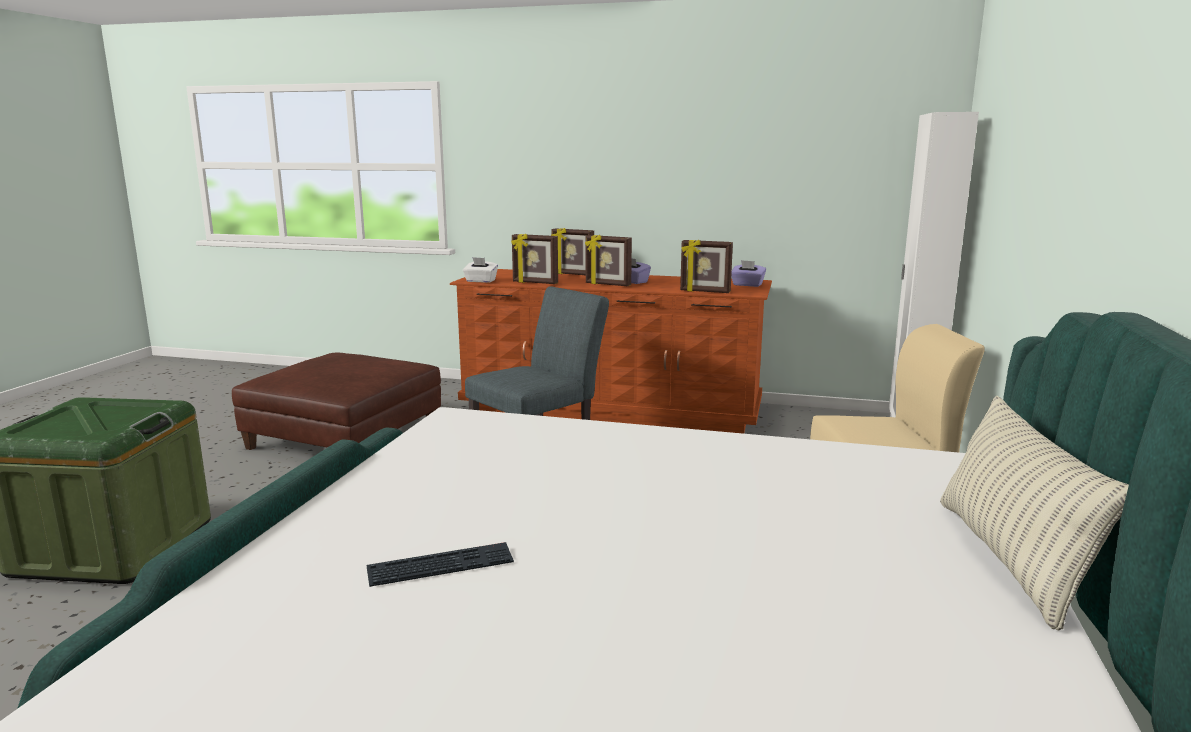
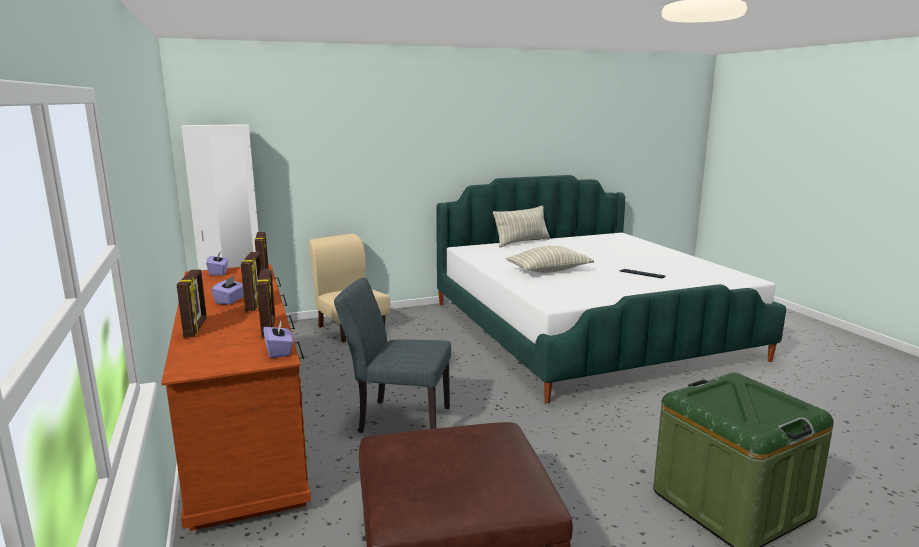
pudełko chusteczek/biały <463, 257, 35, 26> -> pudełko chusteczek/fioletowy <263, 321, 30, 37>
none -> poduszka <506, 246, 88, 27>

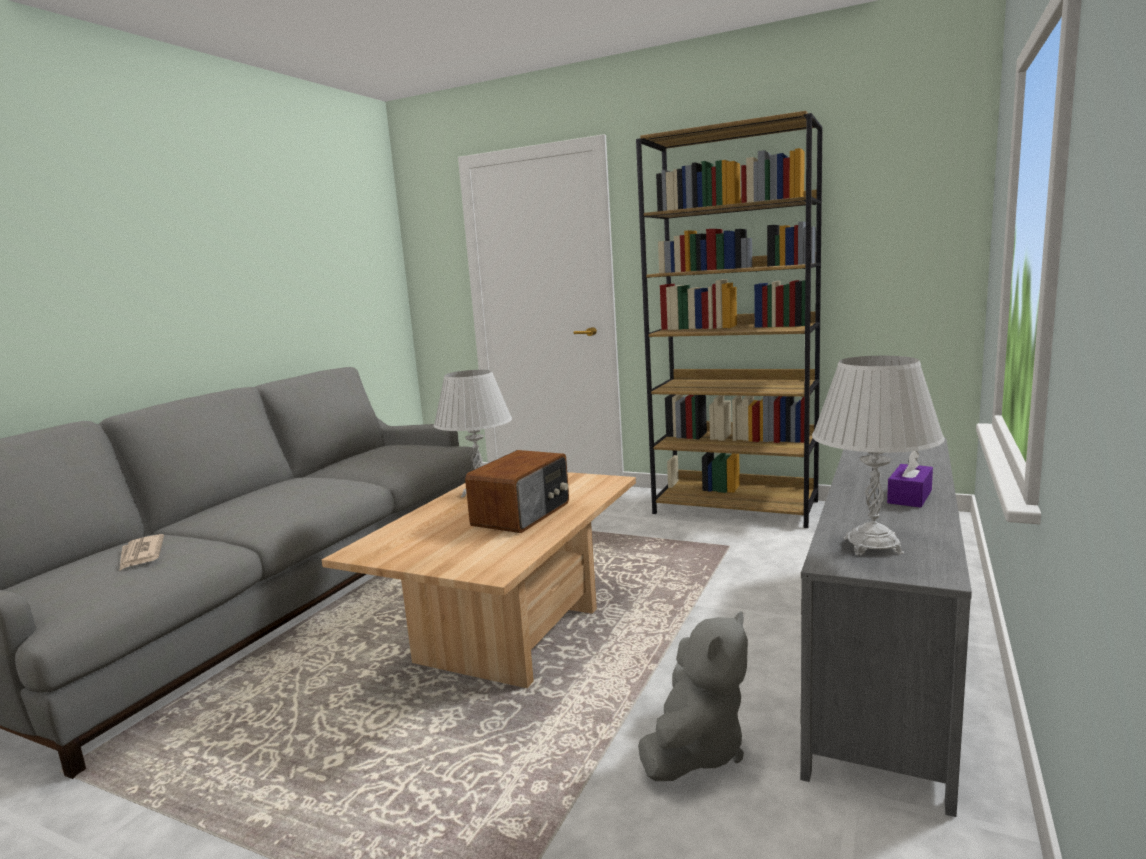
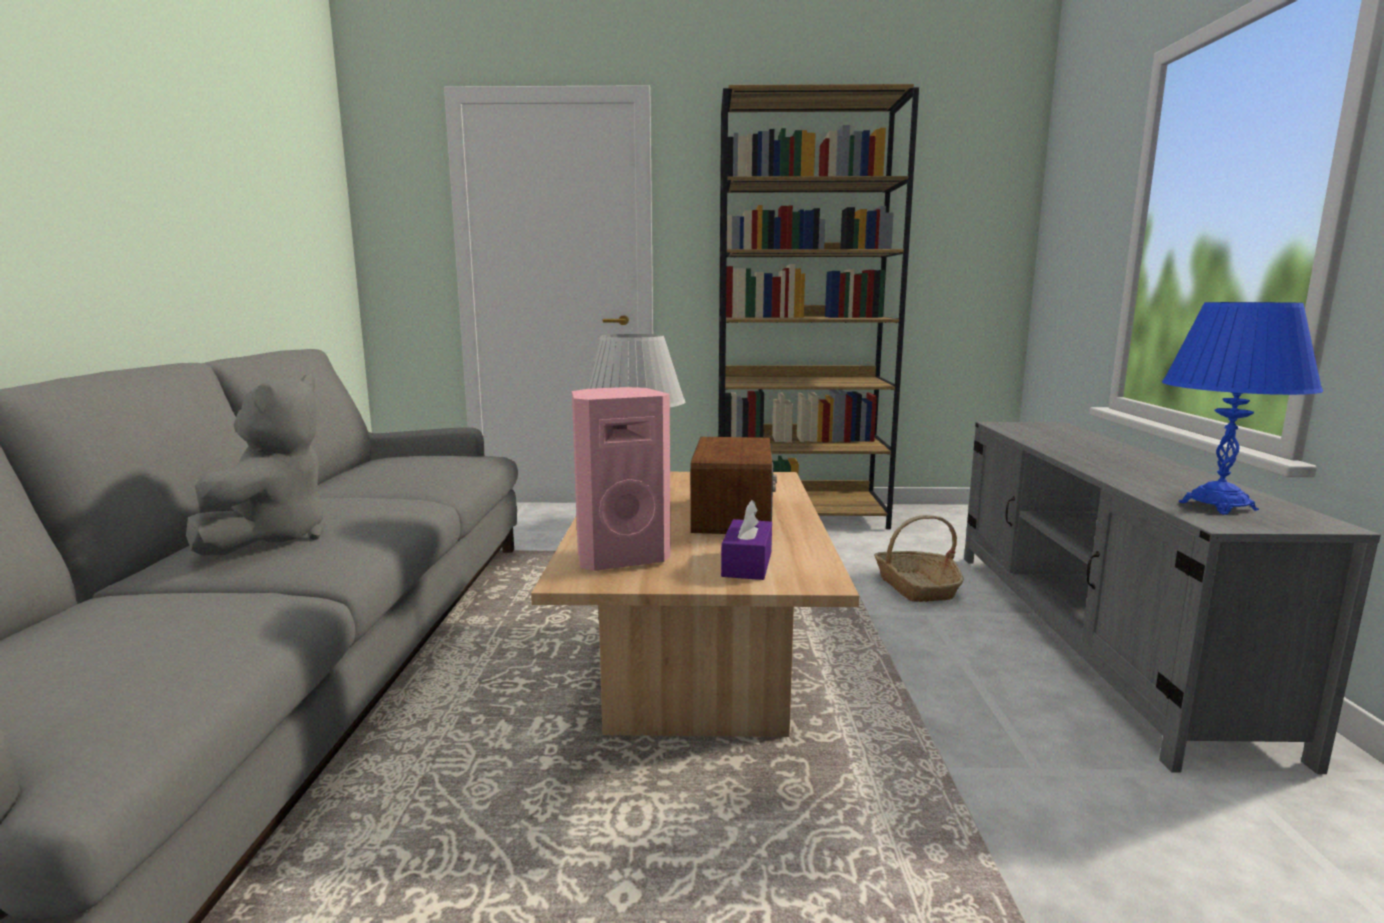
gazeta <120, 534, 44, 36> -> none
pluszak/szary <638, 611, 110, 170> -> pluszak/szary <186, 374, 138, 181>, relocated
lampa stołowa/biały <812, 356, 133, 199> -> lampa stołowa/niebieski <1162, 302, 161, 213>
pudełko chusteczek/fioletowy <887, 451, 46, 57> -> pudełko chusteczek/fioletowy <721, 500, 51, 80>, relocated
none -> głośnik/różowy <572, 387, 99, 184>
none -> koszyk <874, 515, 90, 87>

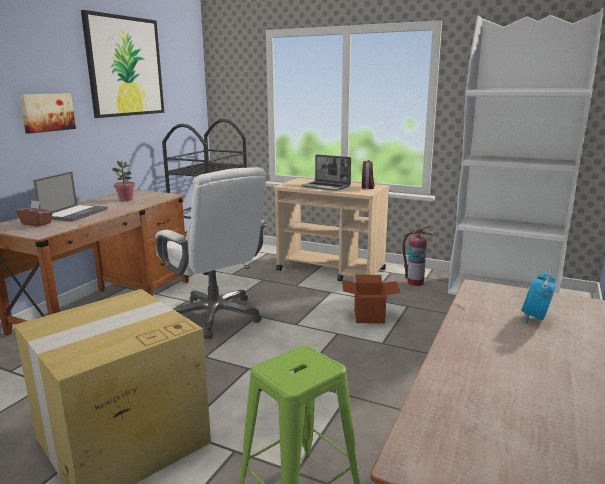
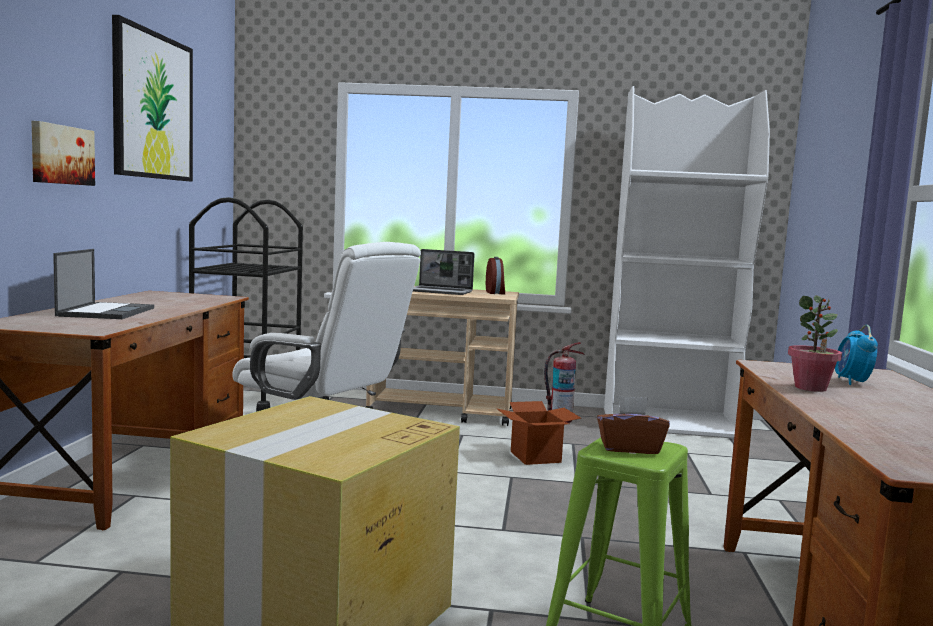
pudełko chusteczek/brązowy <16, 200, 37, 26> -> pudełko chusteczek/brązowy <597, 396, 73, 58>, relocated
roślina doniczkowa <112, 161, 23, 40> -> roślina doniczkowa <788, 295, 54, 97>, relocated

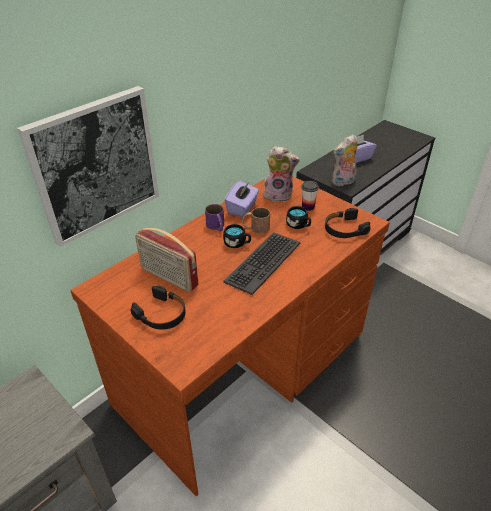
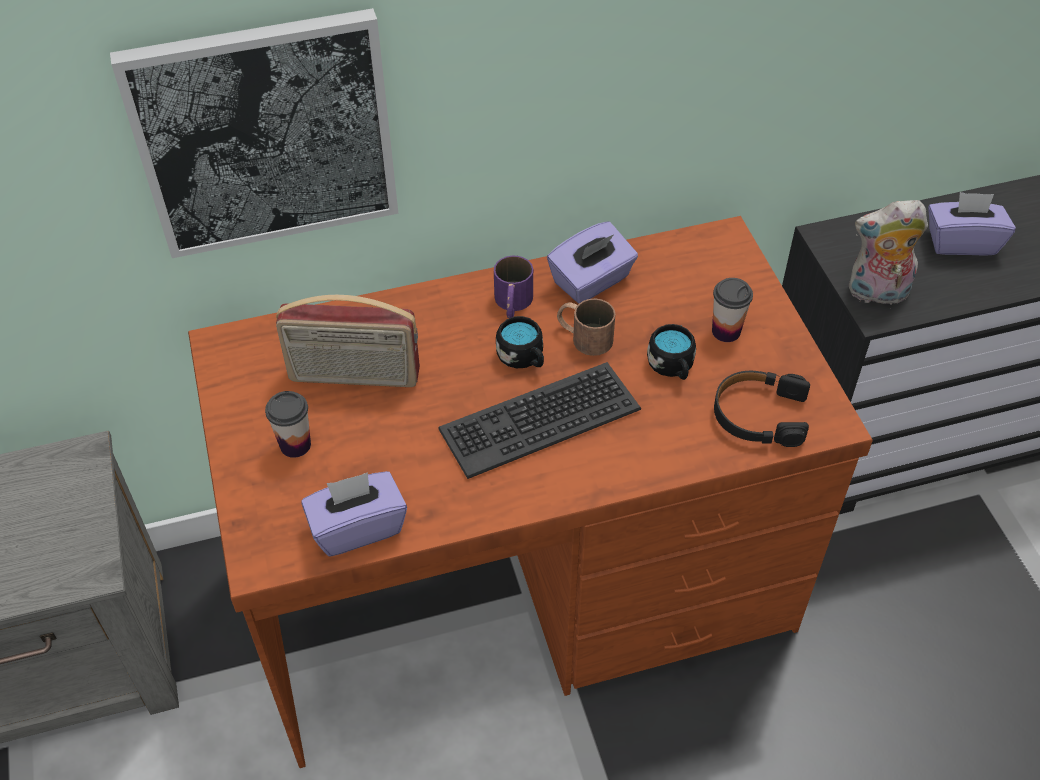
słuchawki/czarny <130, 286, 56, 44> -> filiżanka <265, 391, 46, 67>
radio <135, 228, 63, 64> -> radio <276, 295, 144, 92>, 60 degrees counterclockwise
pluszak <264, 146, 36, 56> -> none
none -> pudełko chusteczek/fioletowy <301, 471, 106, 86>

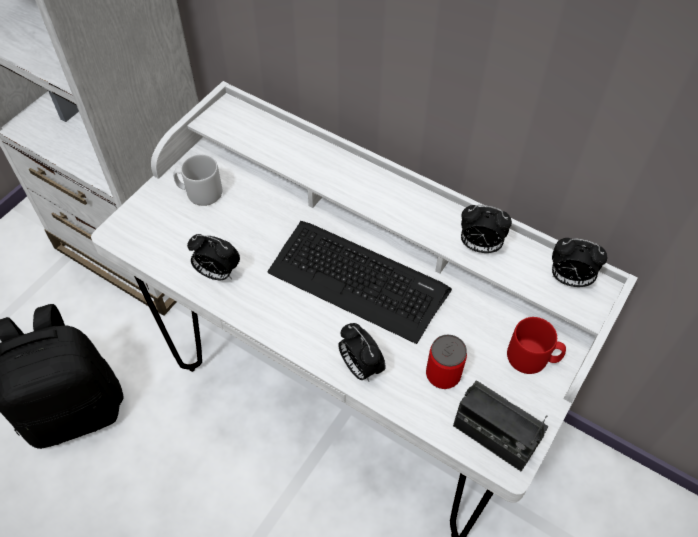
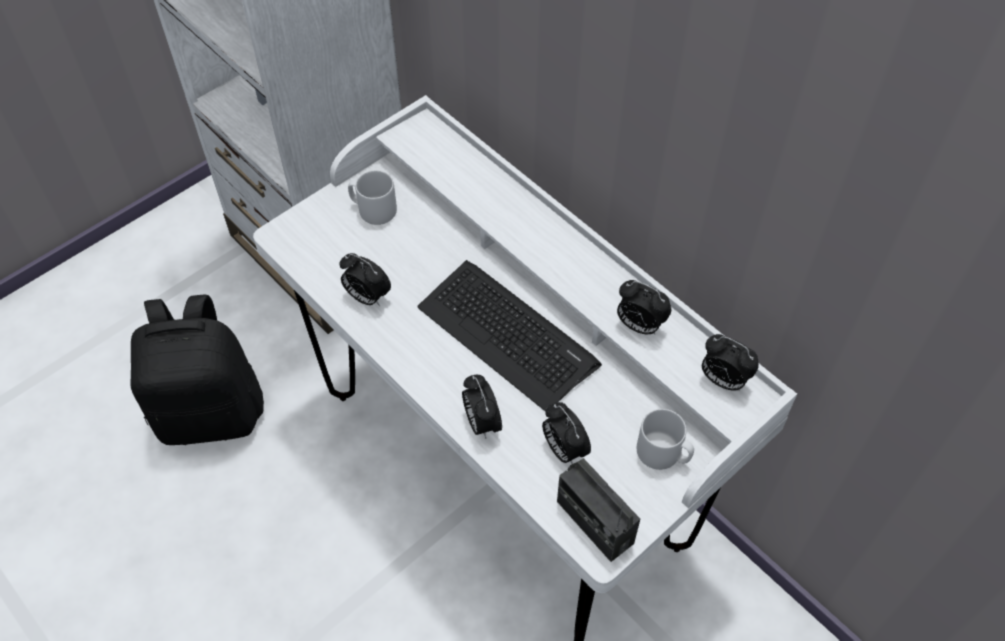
puszka <426, 334, 41, 55> -> budzik <542, 402, 49, 62>
kubek/czerwony <507, 317, 59, 57> -> kubek/szary <637, 409, 57, 61>

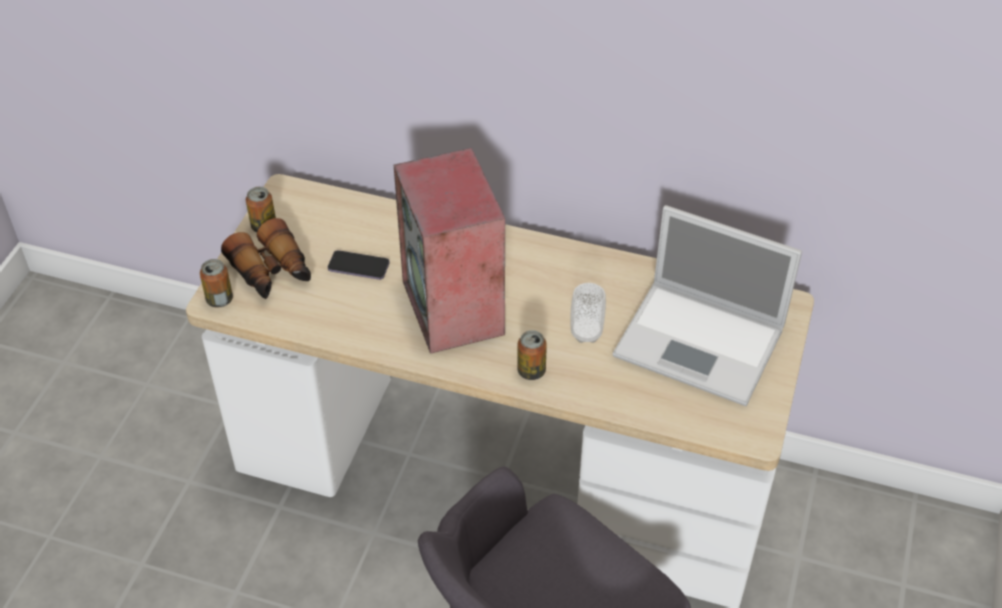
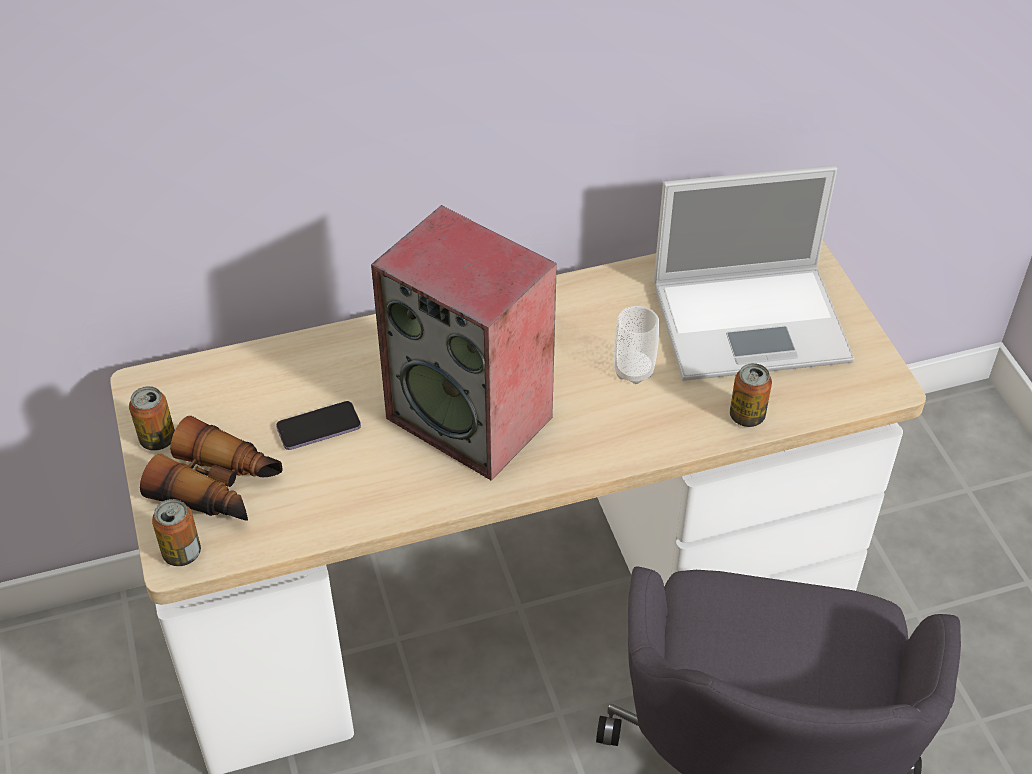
puszka <517, 330, 30, 50> -> puszka <730, 363, 42, 64>, relocated

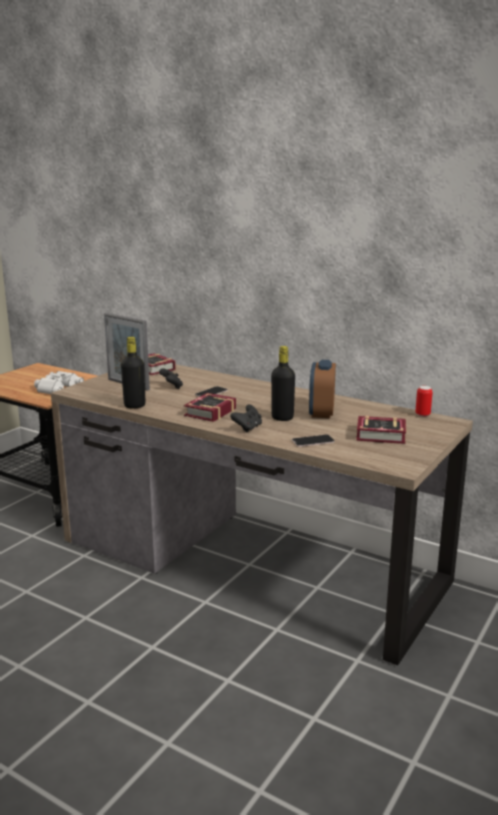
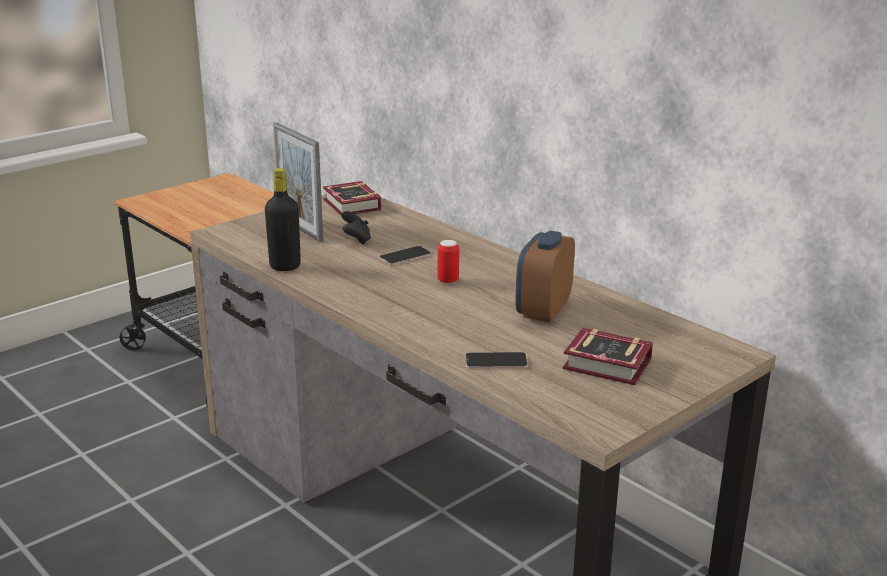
lornetka/biały <34, 371, 50, 23> -> none
książka <184, 393, 52, 29> -> none
pad do gier/czarny <230, 404, 32, 28> -> none
butelka/czarny <271, 346, 24, 75> -> none
puszka <415, 386, 18, 31> -> puszka <438, 240, 21, 44>, relocated

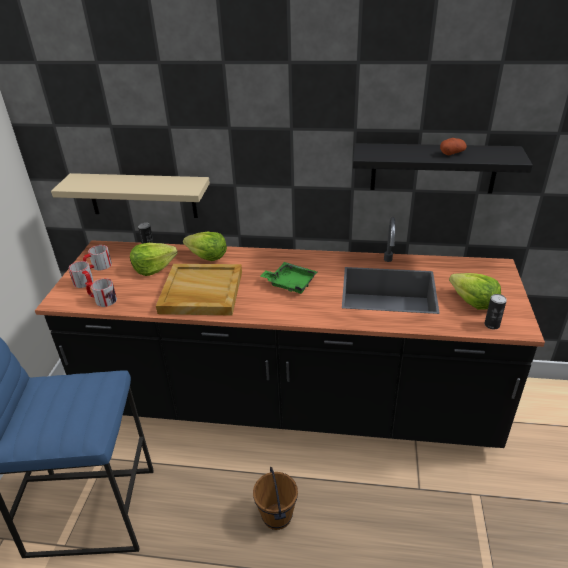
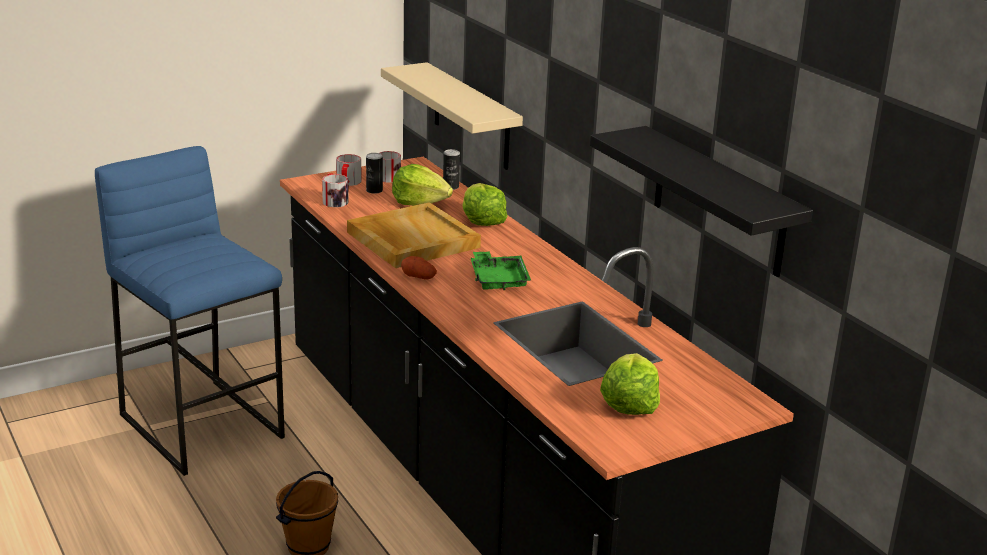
ziemniak <440, 138, 27, 17> -> ziemniak <401, 256, 36, 24>, relocated
puszka <484, 294, 23, 35> -> puszka <366, 153, 17, 41>, relocated

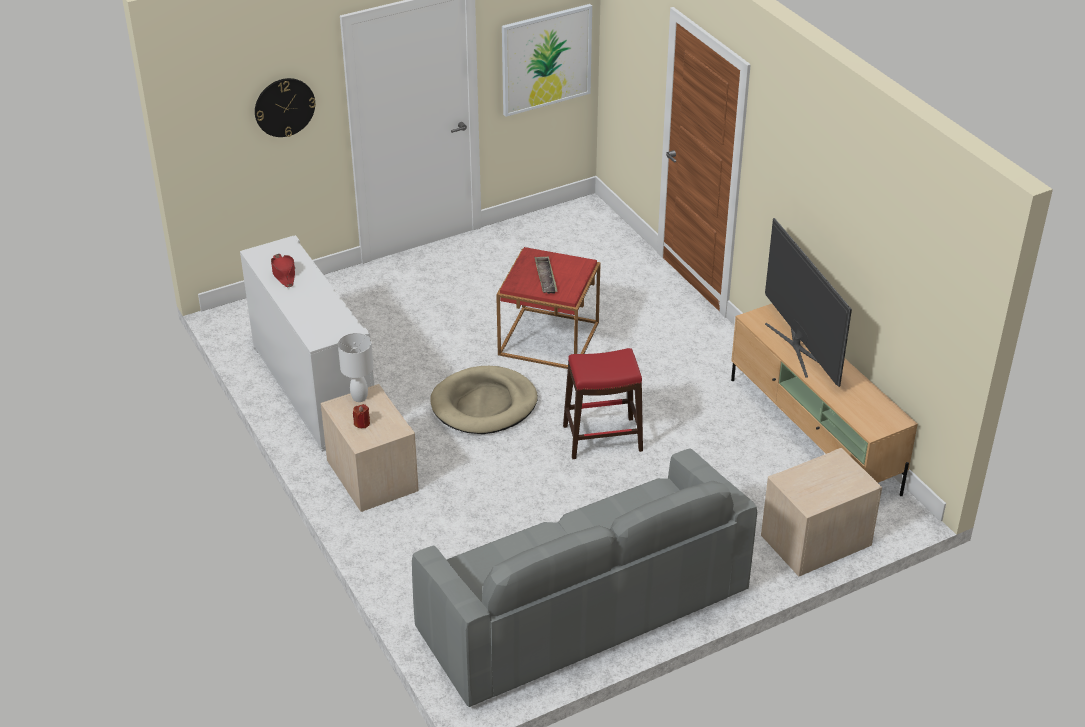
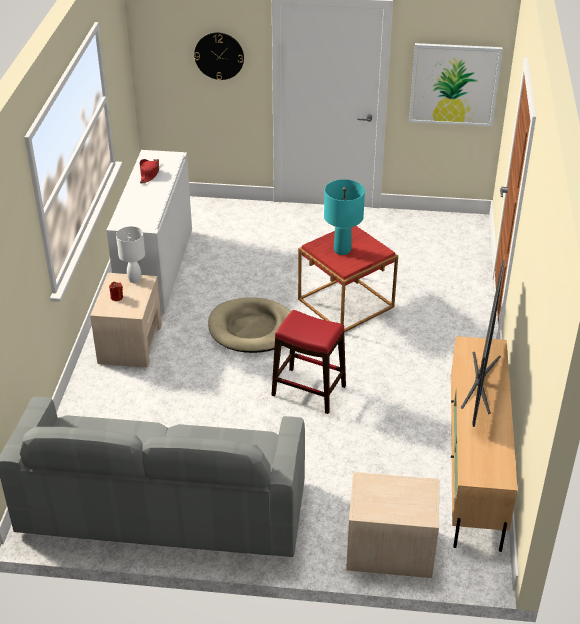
taca <534, 256, 24, 38> -> lampa stołowa/turkusowy <324, 179, 41, 76>

